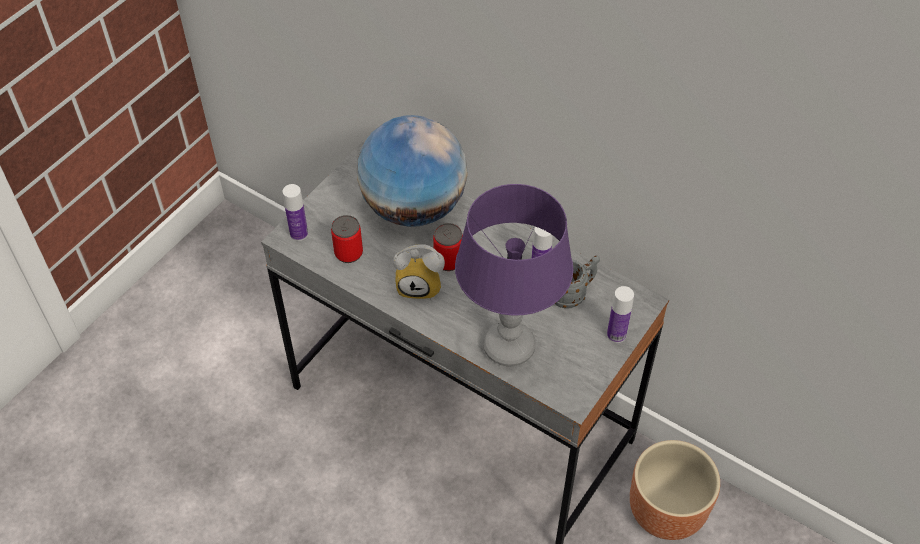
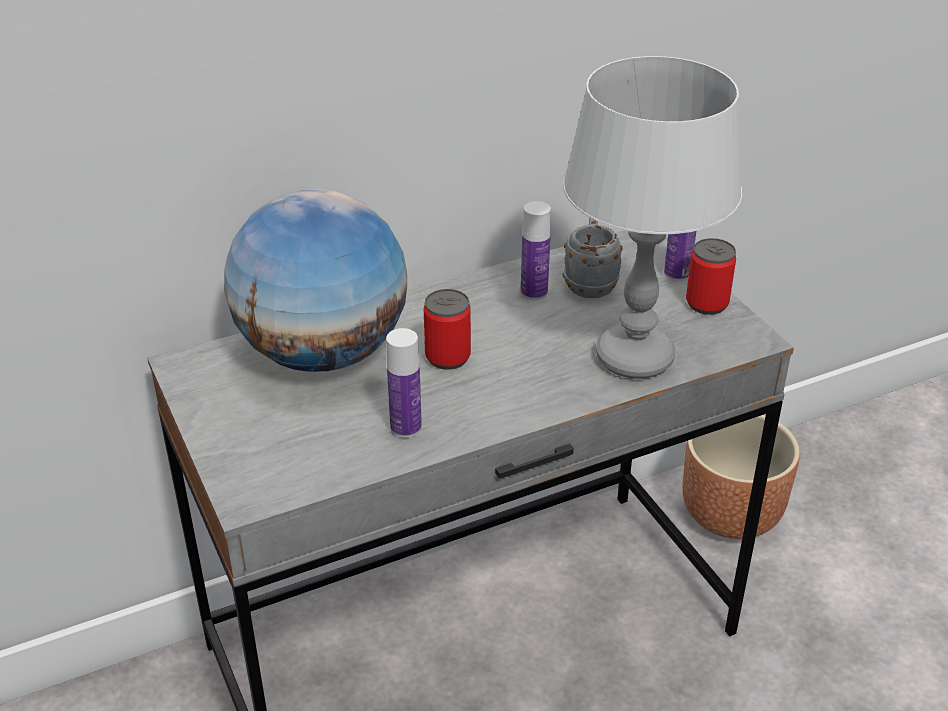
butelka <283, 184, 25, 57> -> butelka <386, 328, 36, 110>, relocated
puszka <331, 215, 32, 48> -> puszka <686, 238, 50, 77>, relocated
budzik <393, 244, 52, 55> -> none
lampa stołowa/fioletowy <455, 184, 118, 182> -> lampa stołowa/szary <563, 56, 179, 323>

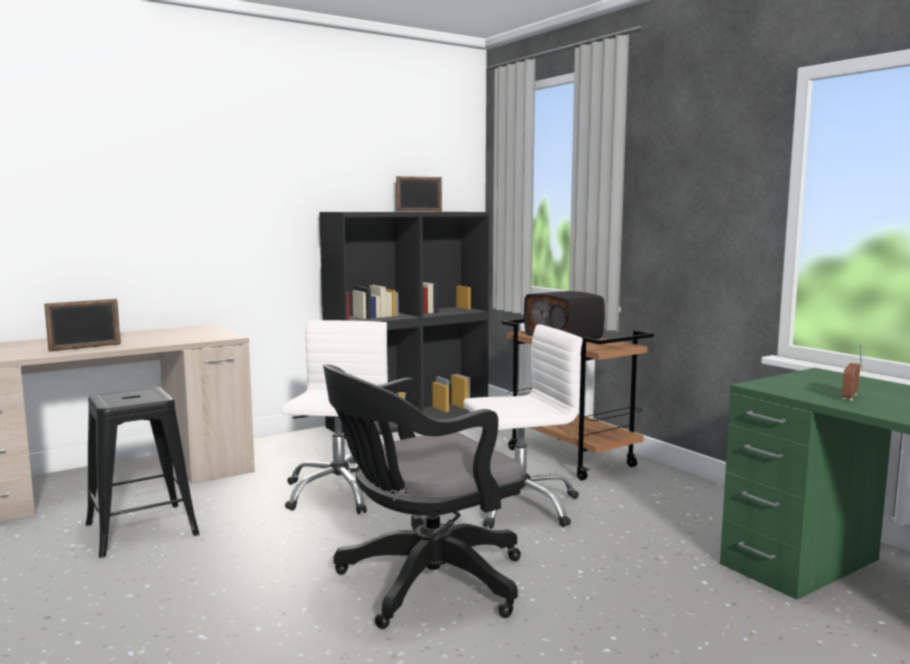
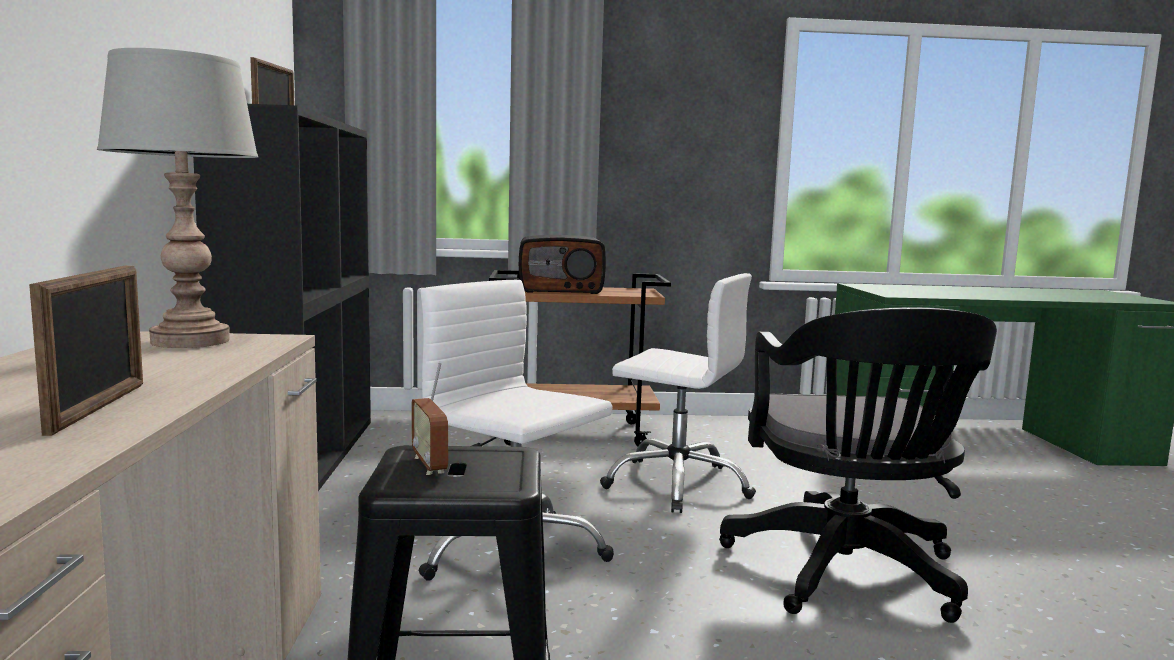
krzesło biurowe/biały <463, 324, 120, 205> -> krzesło biurowe/biały <600, 273, 156, 240>, 105 degrees clockwise
radio <842, 343, 20, 58> -> radio <411, 361, 37, 114>, relocated
none -> lampa stołowa/szary <97, 48, 161, 300>

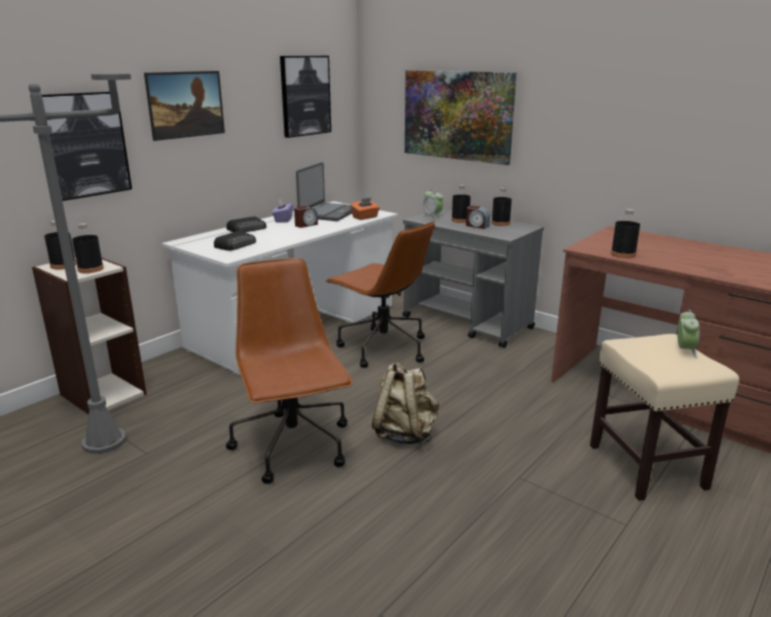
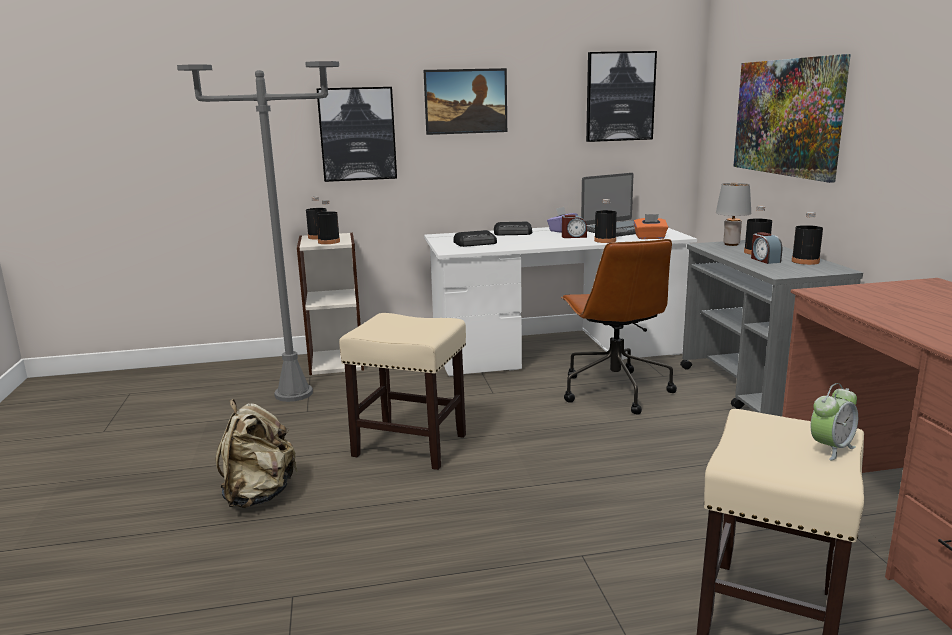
krzesło biurowe/brązowy <226, 258, 127, 226> -> stołek/beżowy <339, 313, 127, 157>
plecak/beżowy <372, 362, 67, 82> -> plecak/beżowy <215, 399, 83, 109>, relocated
budzik <423, 189, 20, 29> -> lampa stołowa/szary <716, 183, 35, 63>
butelka/czarny <611, 209, 29, 49> -> butelka/czarny <594, 199, 23, 44>, relocated

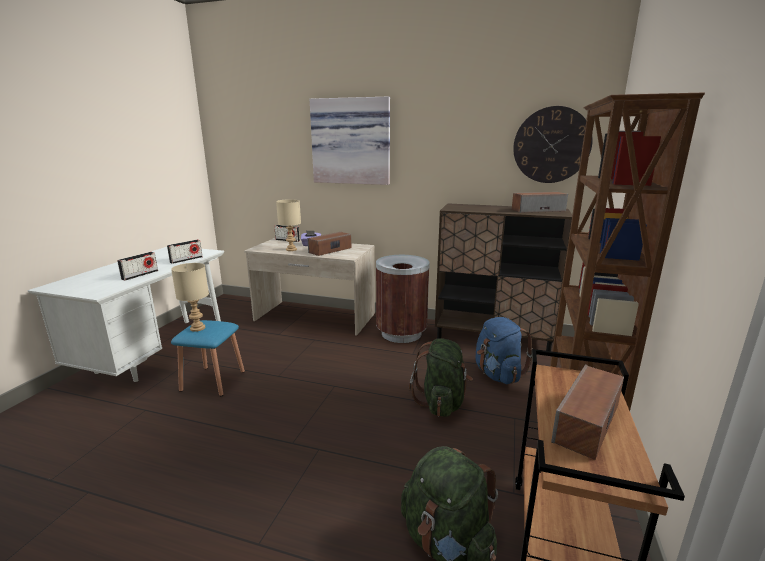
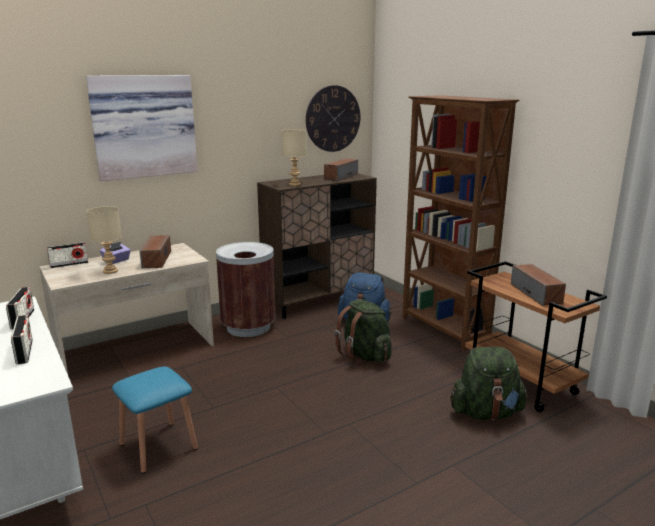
lampa stołowa/beżowy <171, 263, 38, 69> -> lampa stołowa/beżowy <281, 129, 26, 57>, relocated

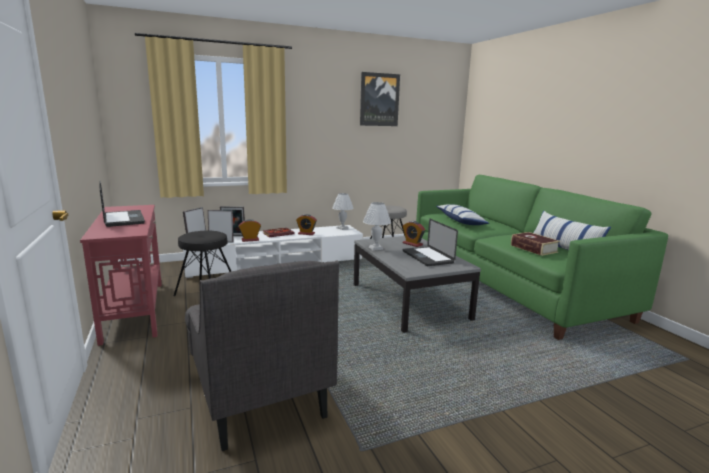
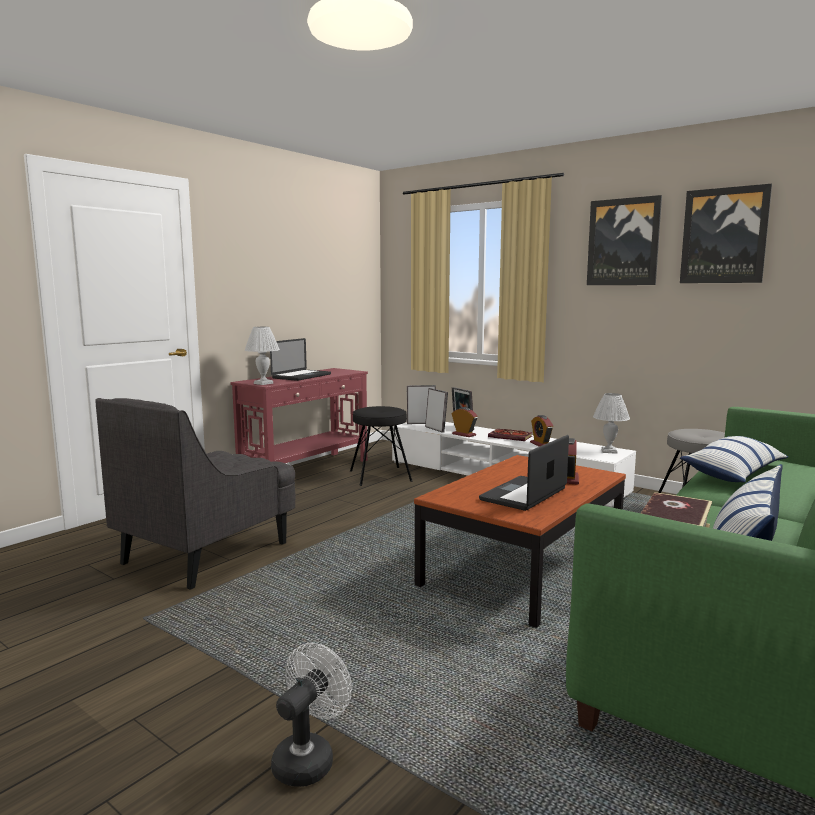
ława/szary <354, 236, 127, 97> -> ława/brązowy <414, 455, 212, 173>
lampa stołowa/biały <363, 202, 28, 49> -> lampa stołowa/biały <244, 327, 36, 58>, relocated
none -> wentylator/biały <271, 643, 81, 144>
none -> obraz <587, 195, 75, 90>

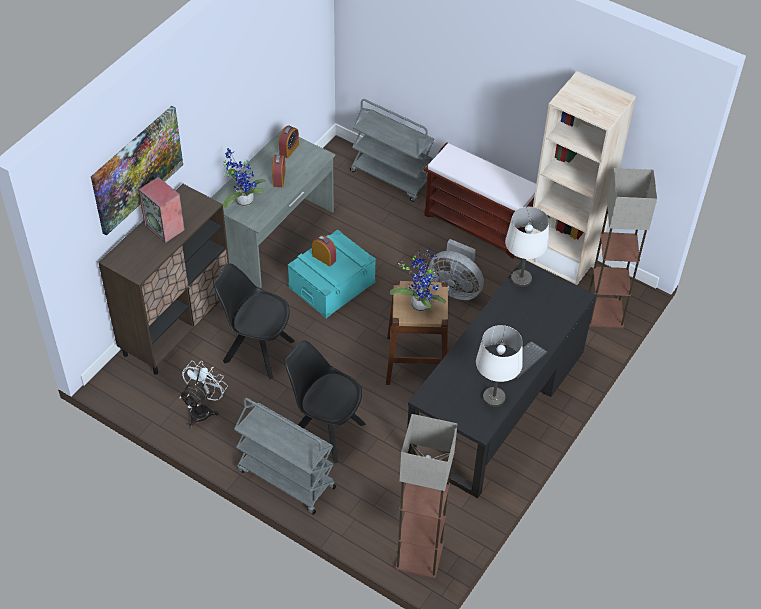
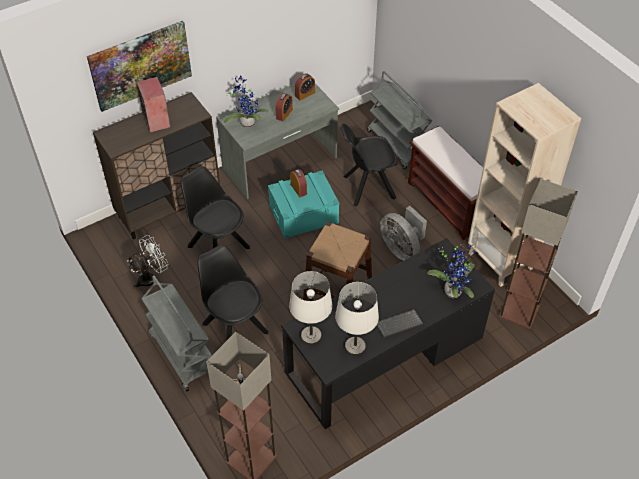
roślina doniczkowa <390, 249, 56, 62> -> roślina doniczkowa <427, 244, 51, 54>, relocated
lampa stołowa/biały <505, 207, 44, 80> -> lampa stołowa/biały <289, 271, 43, 74>, relocated
none -> krzesło/czarny <341, 124, 57, 83>

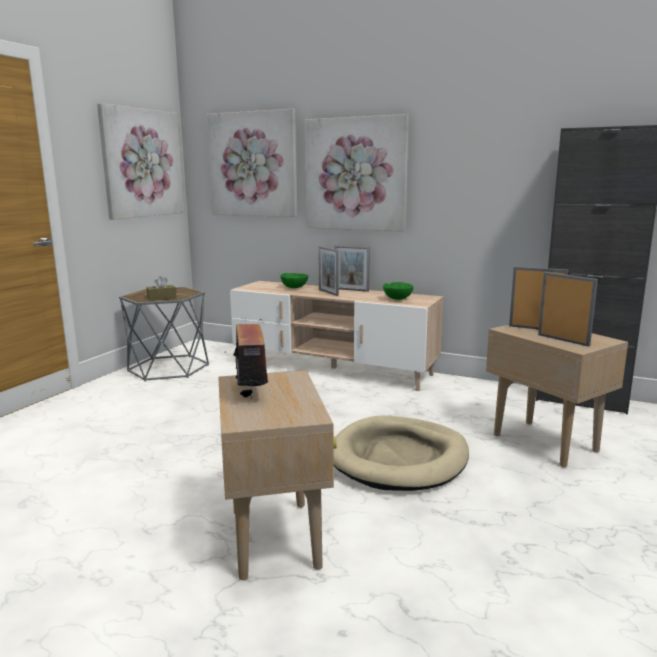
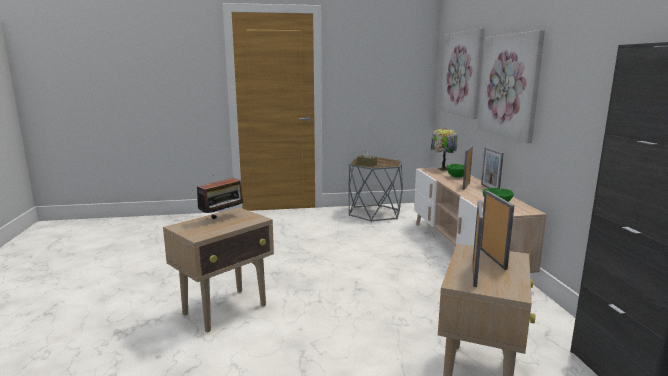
obraz <97, 103, 87, 117> -> none
legowisko/beżowy <334, 416, 135, 75> -> none
none -> lampa stołowa <431, 128, 27, 43>

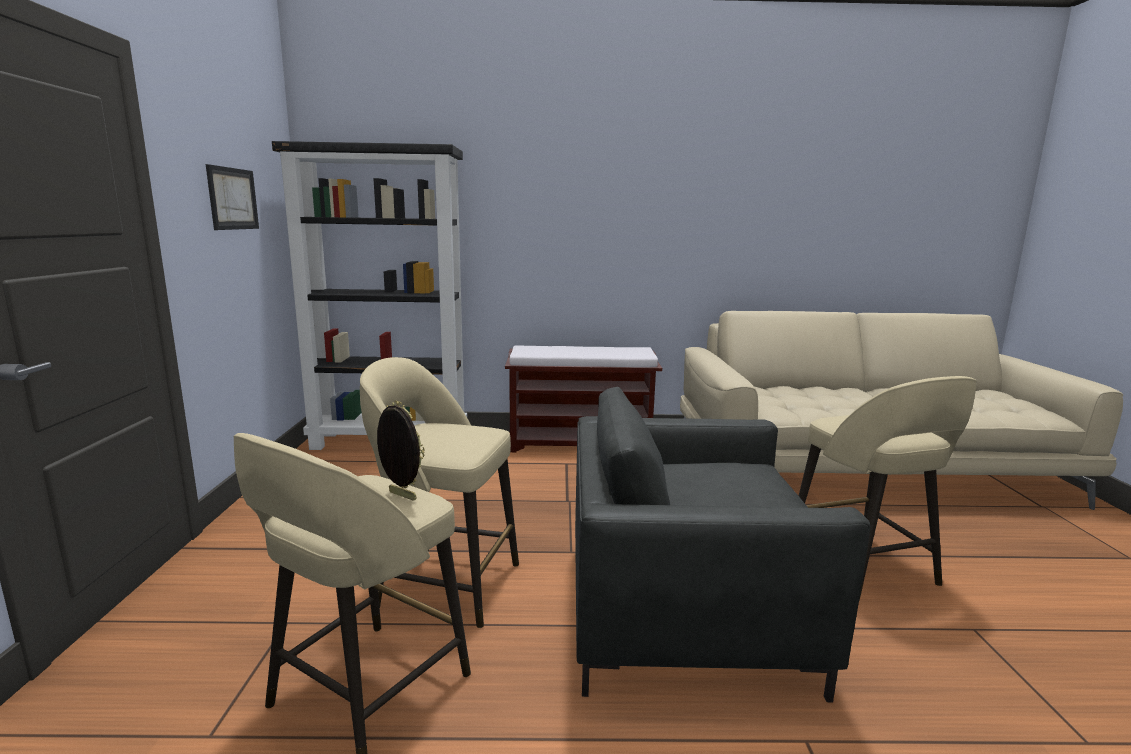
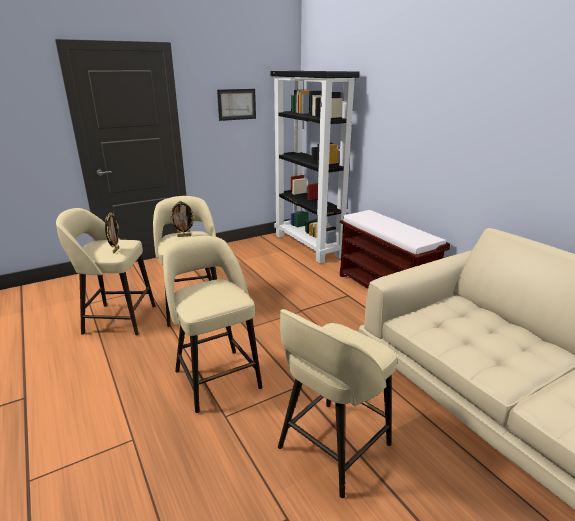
fotel/szary <575, 387, 295, 316> -> stołek/beżowy <163, 236, 99, 177>
none -> ramka na zdjęcie <170, 201, 25, 36>

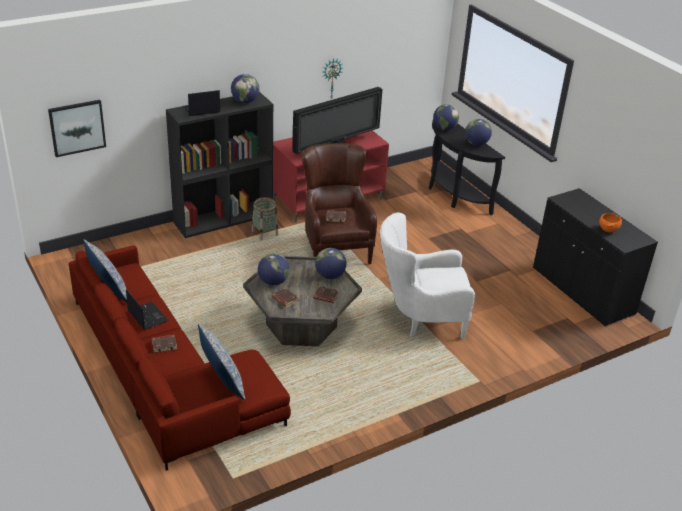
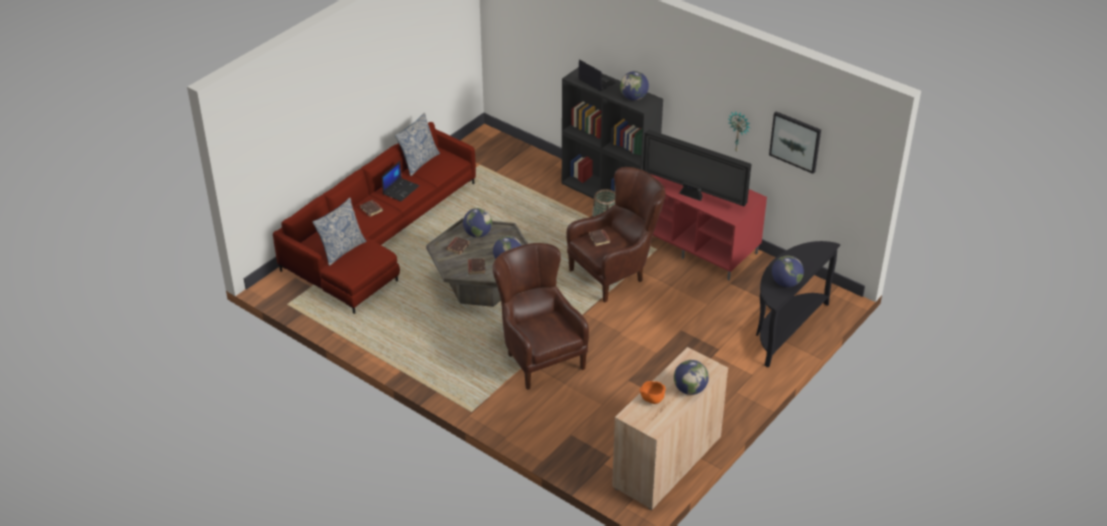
obraz <48, 100, 58, 57> -> obraz <769, 111, 52, 63>, relocated
fotel/biały <380, 212, 95, 127> -> fotel/brązowy <493, 243, 96, 147>
globus <433, 104, 26, 26> -> globus <674, 360, 35, 35>, relocated
szafka/czarny <533, 188, 125, 139> -> szafka/beżowy <612, 347, 116, 163>

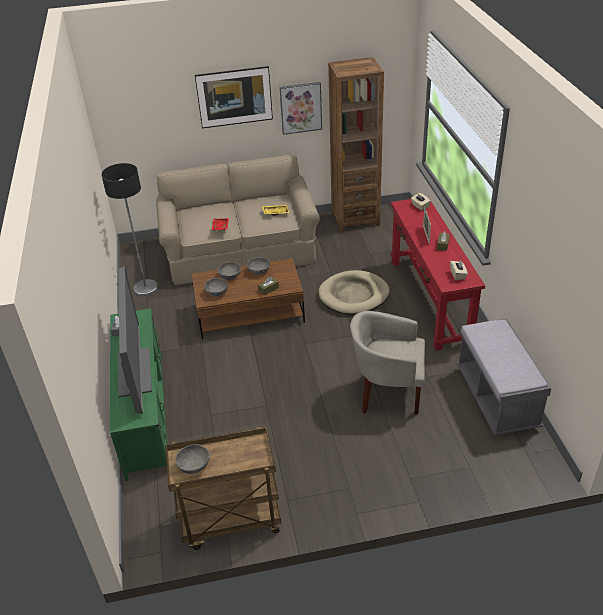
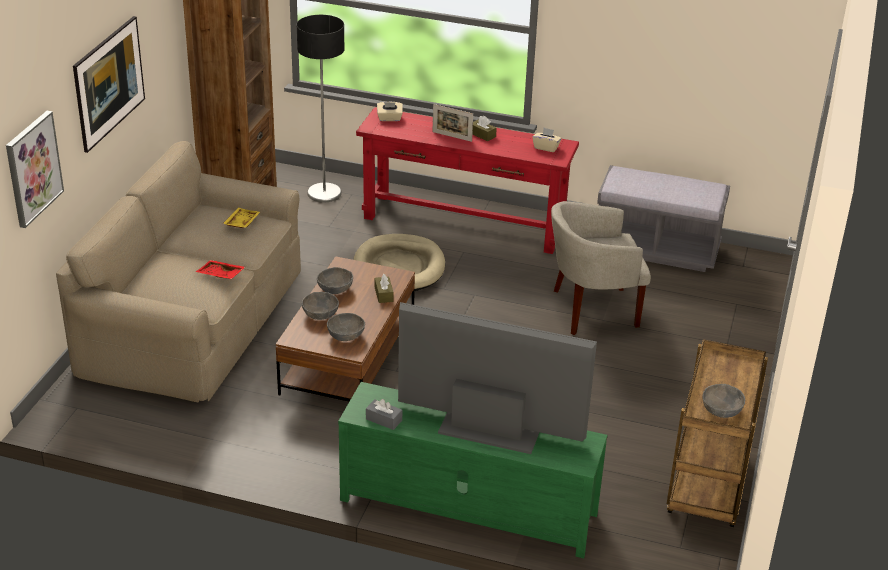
lampa stojąca <101, 163, 57, 133> -> lampa stojąca <297, 15, 47, 187>, relocated
obraz <280, 82, 42, 53> -> obraz <6, 111, 58, 117>, relocated
fotel/beżowy <350, 311, 75, 104> -> fotel/beżowy <551, 201, 100, 134>, 45 degrees clockwise

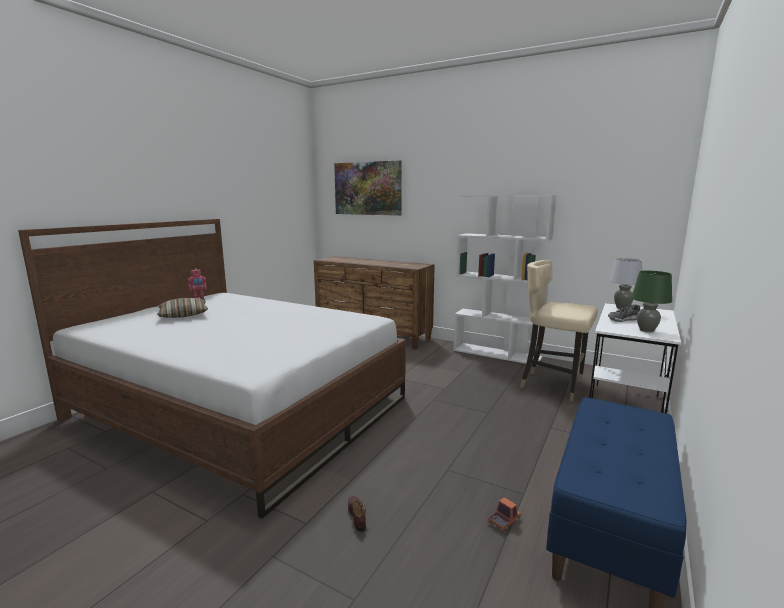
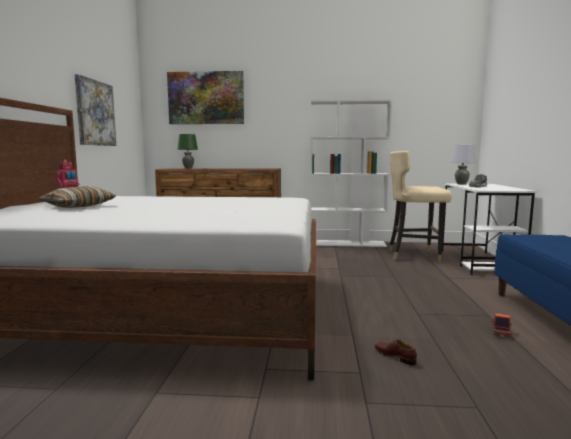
lampa stołowa/zielony <631, 271, 41, 61> -> lampa stołowa/zielony <177, 134, 21, 34>, relocated
none -> obraz <75, 74, 41, 72>

